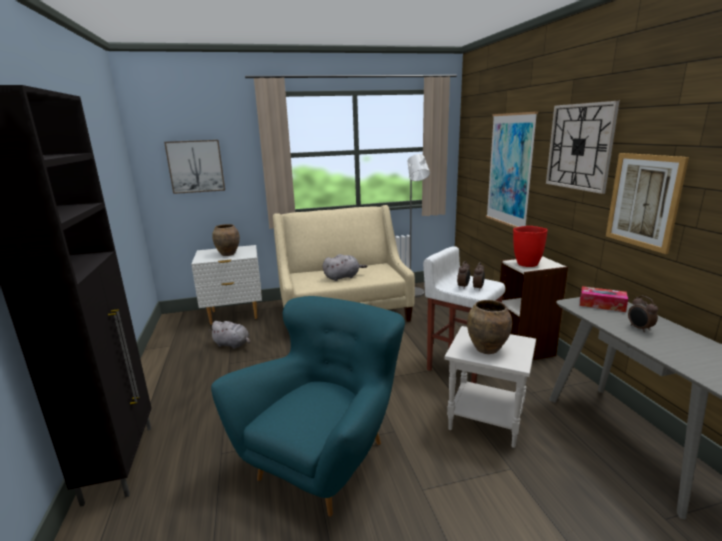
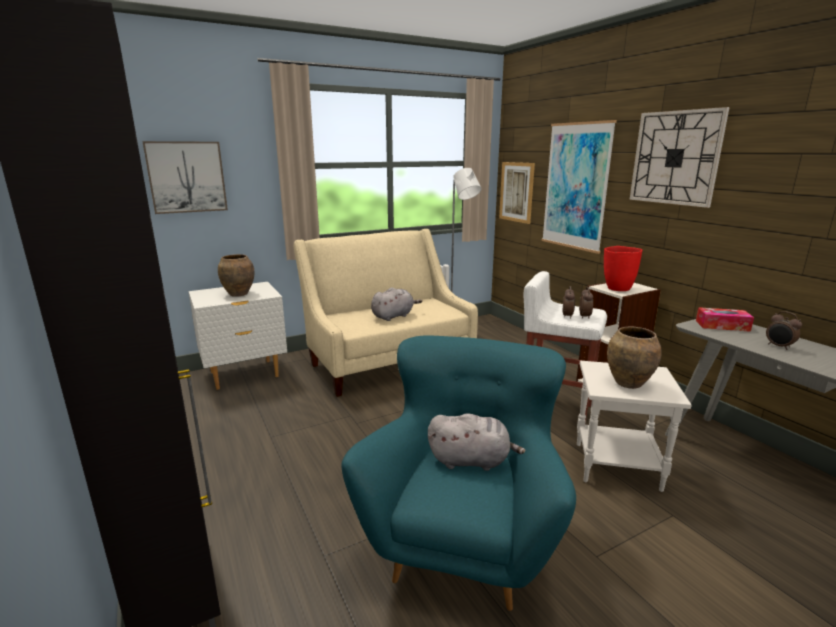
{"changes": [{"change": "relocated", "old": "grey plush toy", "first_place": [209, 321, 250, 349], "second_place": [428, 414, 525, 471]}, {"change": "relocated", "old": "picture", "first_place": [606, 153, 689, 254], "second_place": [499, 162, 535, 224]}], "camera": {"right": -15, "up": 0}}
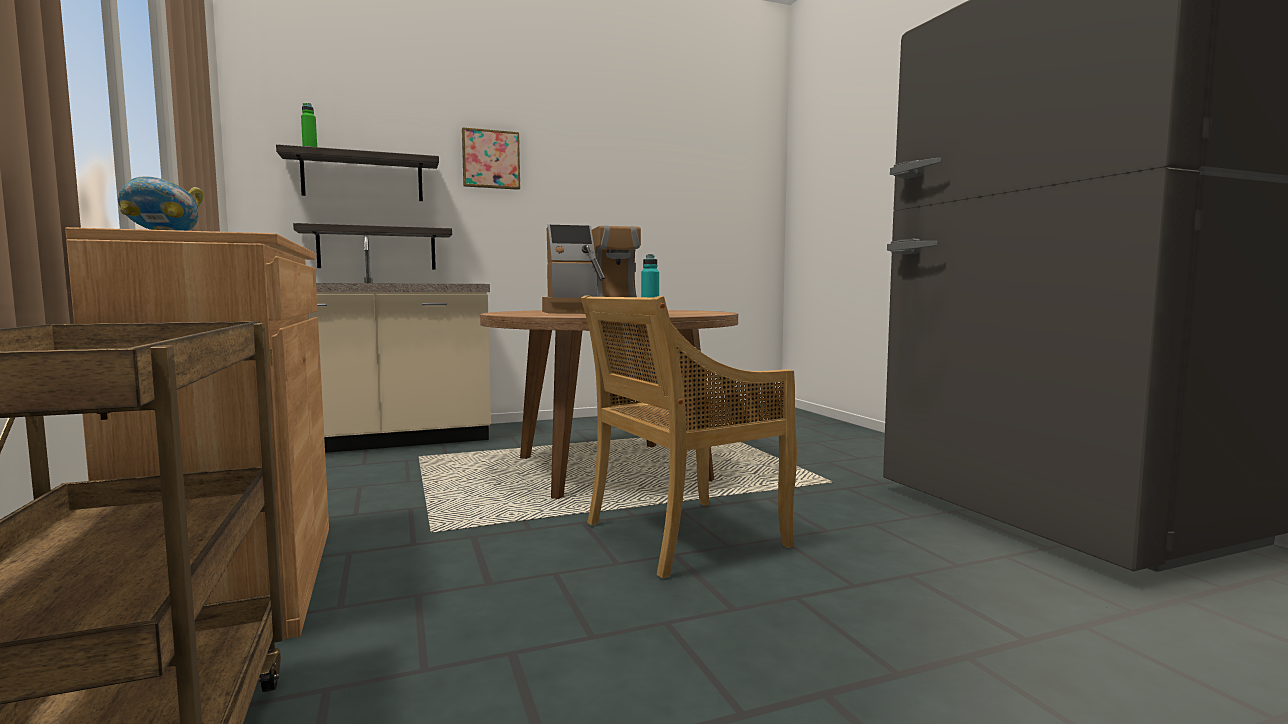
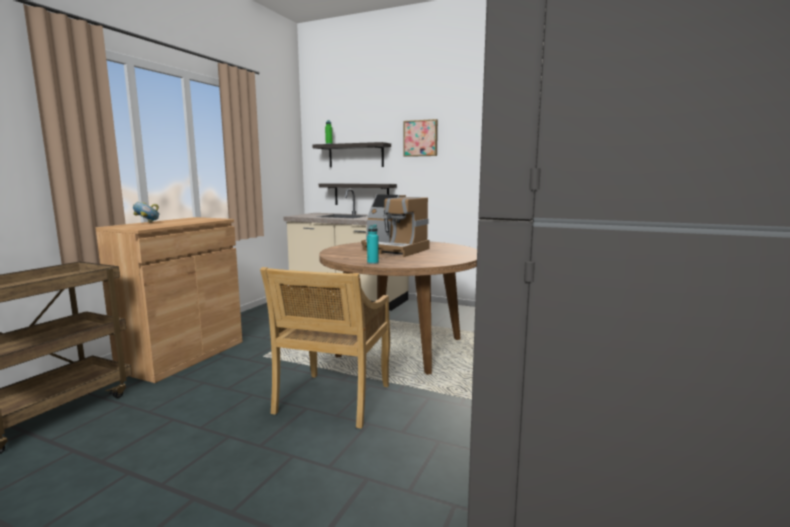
{"changes": [{"change": "spun", "old": "beige chair", "first_place": [581, 295, 797, 578], "second_place": [260, 267, 390, 429], "degrees": -90}], "camera": {"right": 45, "up": 5}}
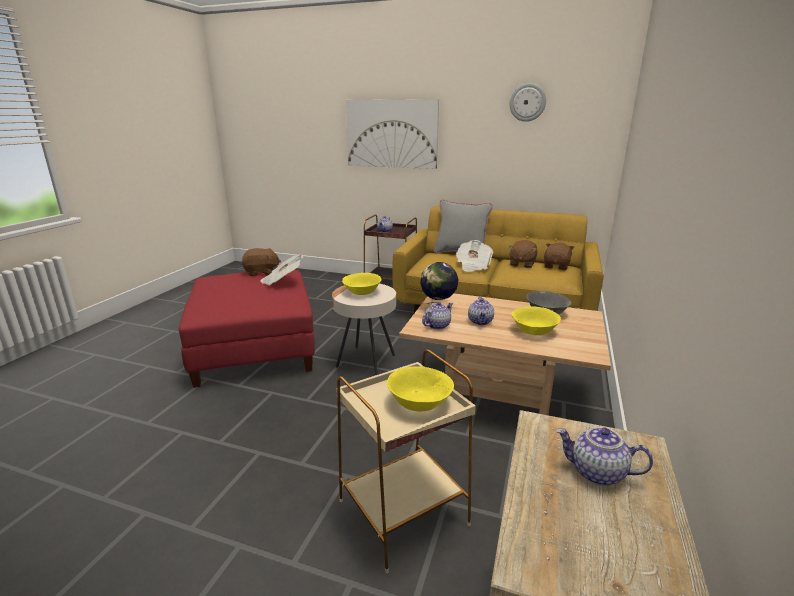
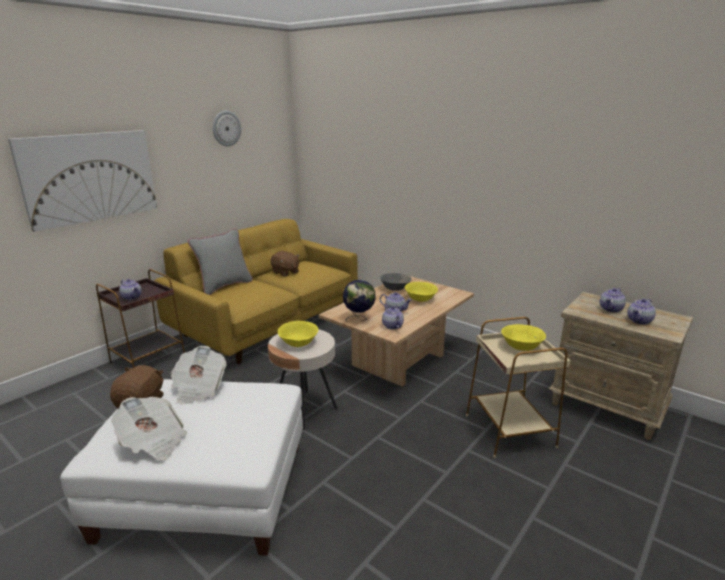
{"changes": [{"change": "colour", "old": "red ottoman", "new": "white ottoman", "first_place": [179, 270, 315, 388], "second_place": [60, 379, 303, 556]}, {"change": "relocated", "old": "newspaper", "first_place": [456, 240, 493, 272], "second_place": [111, 397, 187, 461]}, {"change": "appeared", "new": "teapot", "second_place": [627, 299, 656, 325]}, {"change": "missing", "old": "brown plush toy", "first_place": [544, 242, 575, 270]}], "camera": {"right": -70, "up": 0}}
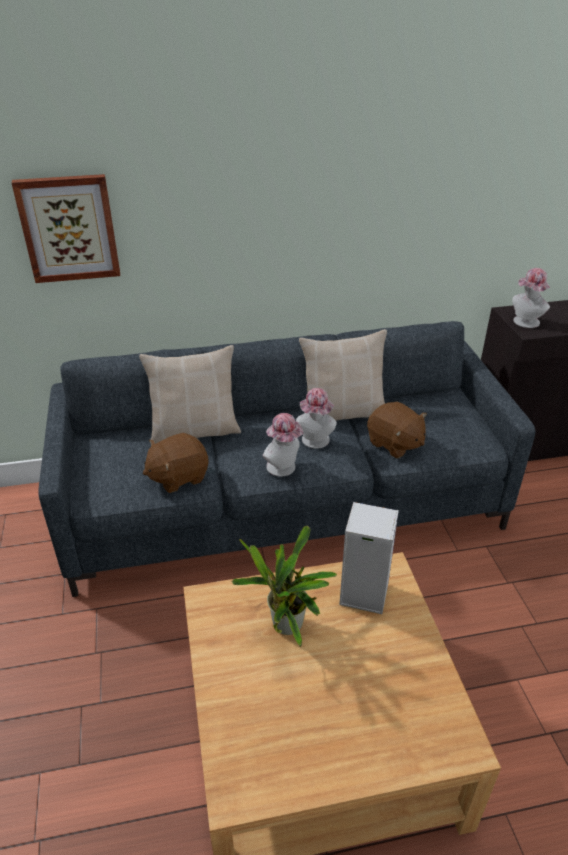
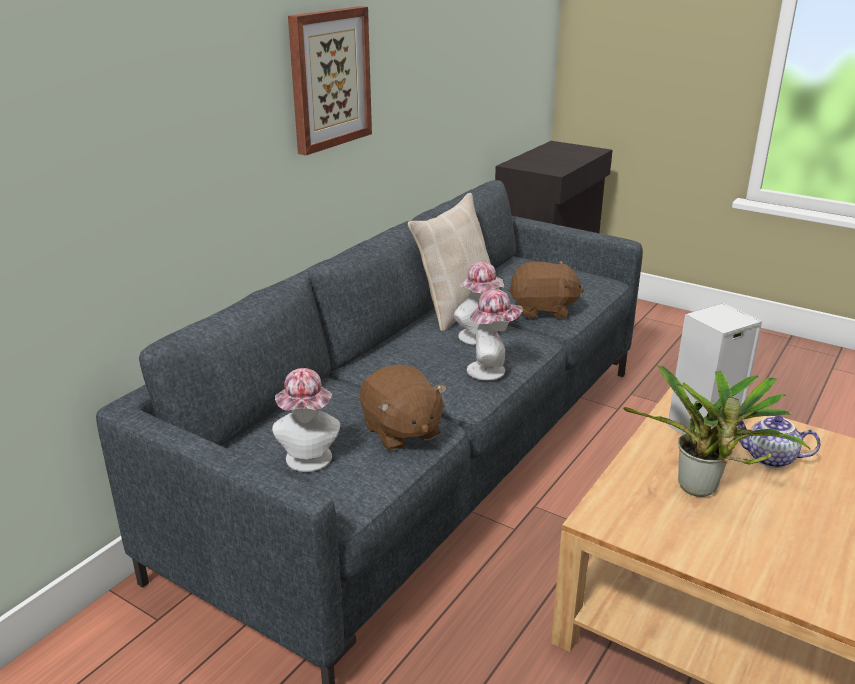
{"changes": [{"change": "relocated", "old": "hat", "first_place": [512, 268, 550, 328], "second_place": [272, 368, 340, 472]}, {"change": "relocated", "old": "picture", "first_place": [11, 174, 120, 283], "second_place": [288, 6, 372, 155]}, {"change": "spun", "old": "brown plush toy", "first_place": [143, 433, 209, 493], "second_place": [360, 365, 447, 451], "degrees": -45}, {"change": "appeared", "new": "teapot", "second_place": [738, 416, 821, 468]}, {"change": "missing", "old": "beige pillow", "first_place": [139, 345, 241, 444]}], "camera": {"right": -45, "up": -10}}
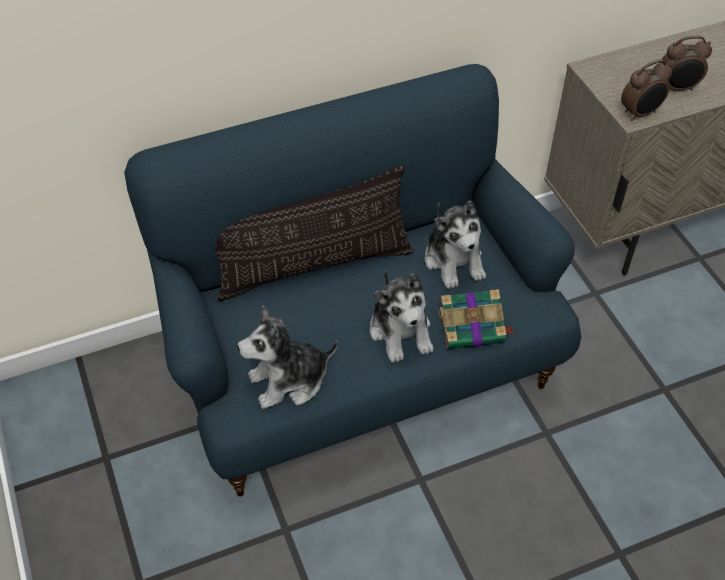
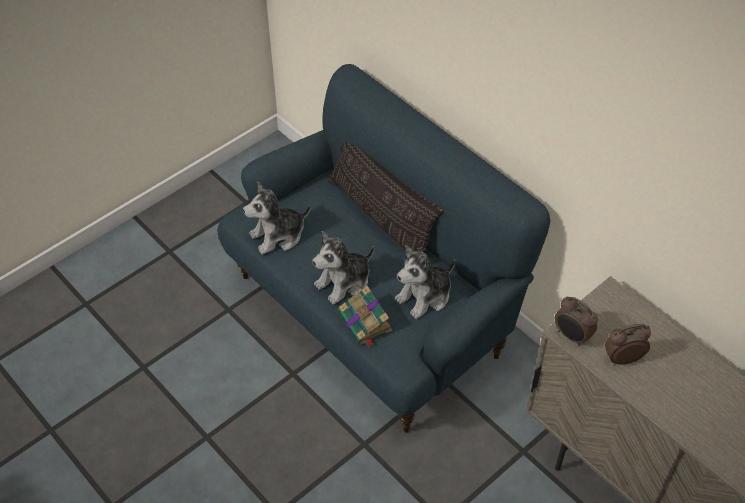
{"changes": [{"change": "spun", "old": "plush toy", "first_place": [238, 305, 338, 409], "second_place": [243, 182, 310, 255], "degrees": -75}, {"change": "spun", "old": "alarm clock", "first_place": [660, 36, 712, 91], "second_place": [605, 324, 651, 366], "degrees": 105}], "camera": {"right": 70, "up": 0}}
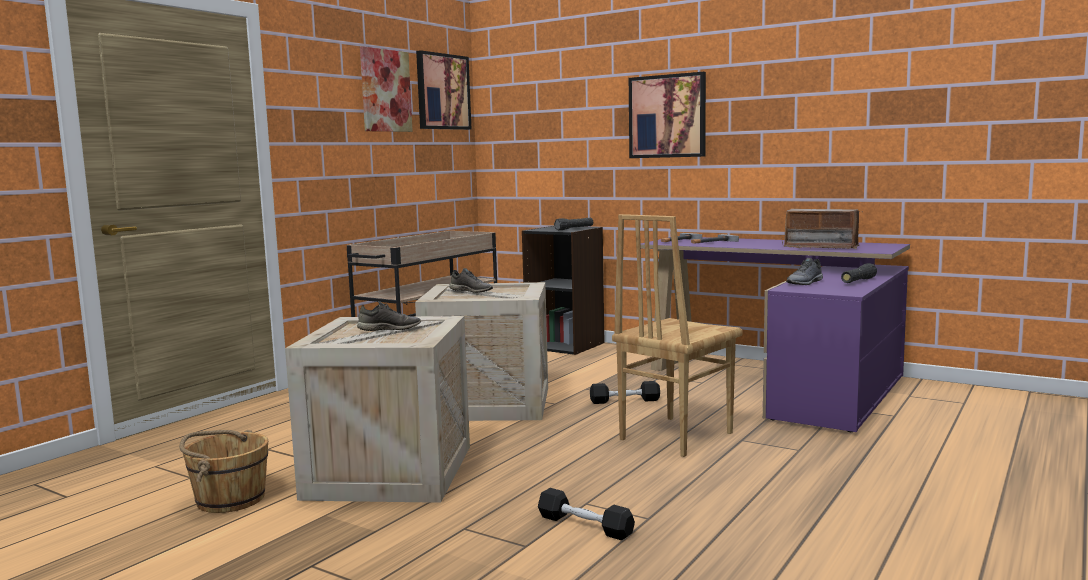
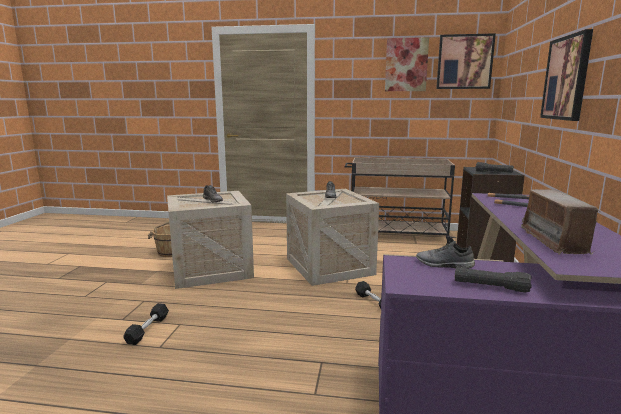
{"changes": [{"change": "missing", "old": "brown chair", "first_place": [612, 214, 743, 457]}], "camera": {"right": 65, "up": 5}}
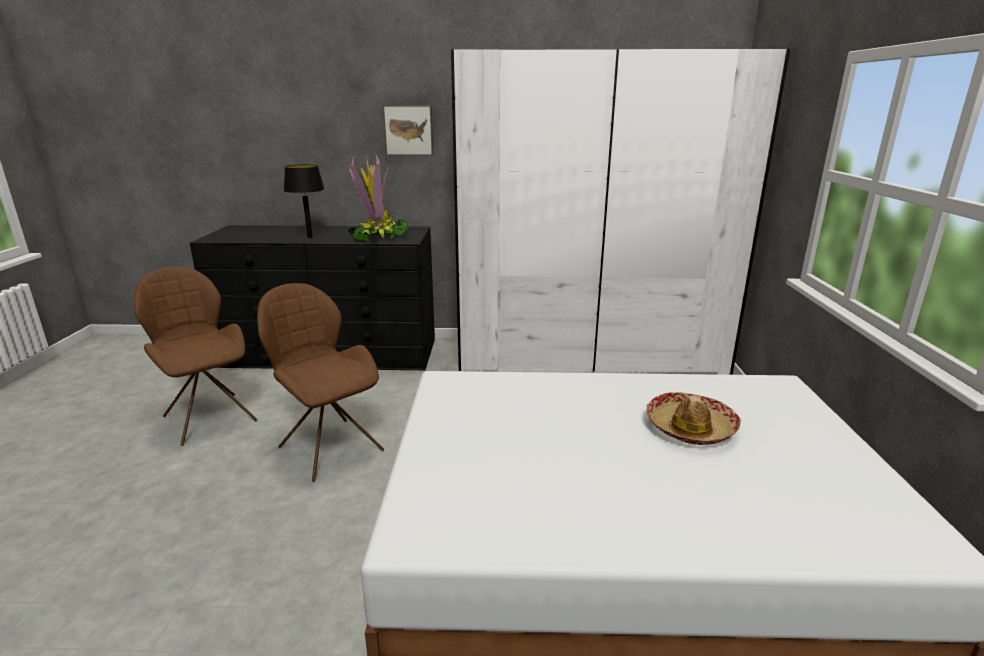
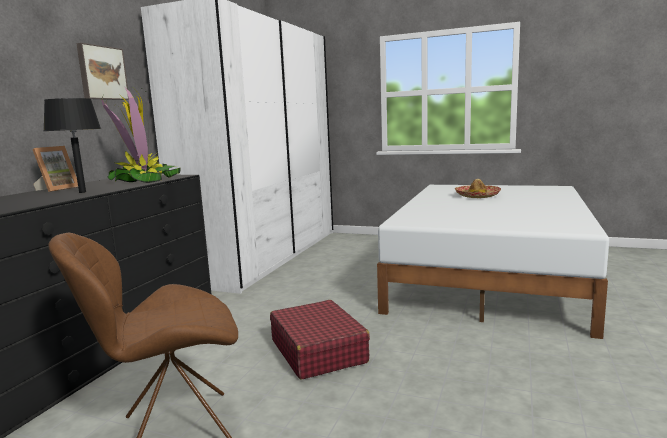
{"changes": [{"change": "appeared", "new": "picture frame", "second_place": [32, 146, 78, 192]}, {"change": "exchanged", "old": "brown chair", "new": "red suitcase", "first_place": [257, 283, 384, 482], "second_place": [270, 300, 370, 379]}], "camera": {"right": -70, "up": -10}}
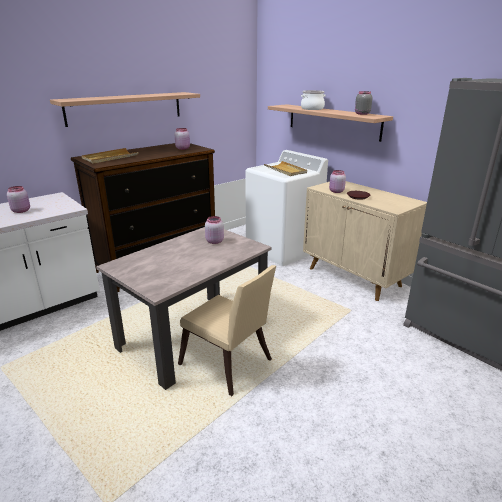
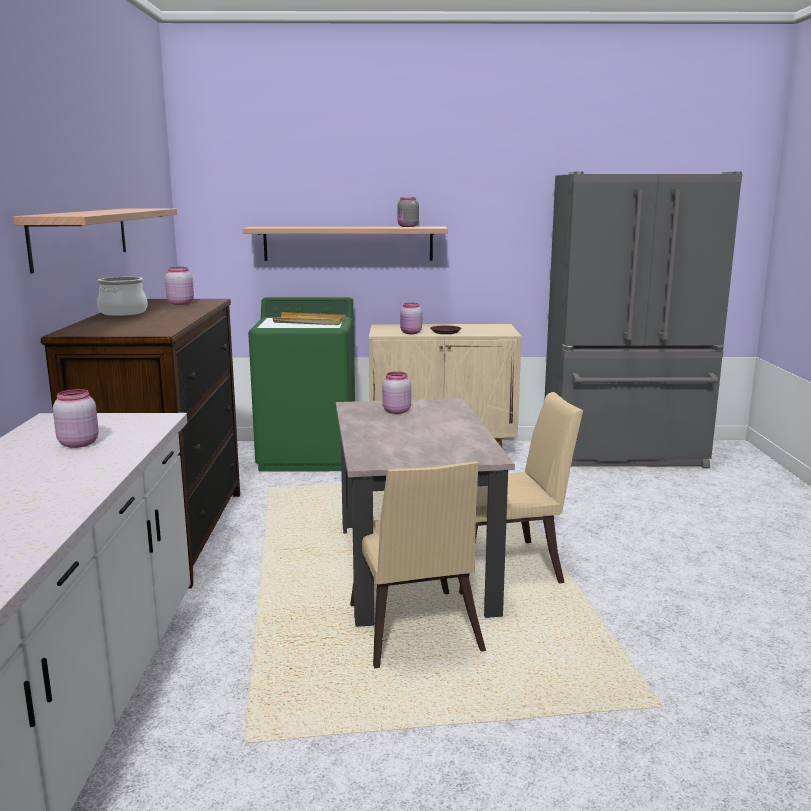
{"changes": [{"change": "relocated", "old": "cooking pot", "first_place": [301, 90, 326, 110], "second_place": [97, 277, 148, 316]}, {"change": "colour", "old": "white washing machine", "new": "green washing machine", "first_place": [246, 150, 328, 266], "second_place": [248, 297, 355, 472]}, {"change": "appeared", "new": "beige chair", "second_place": [350, 461, 486, 668]}, {"change": "missing", "old": "beige tray", "first_place": [81, 148, 139, 164]}], "camera": {"right": -50, "up": -10}}
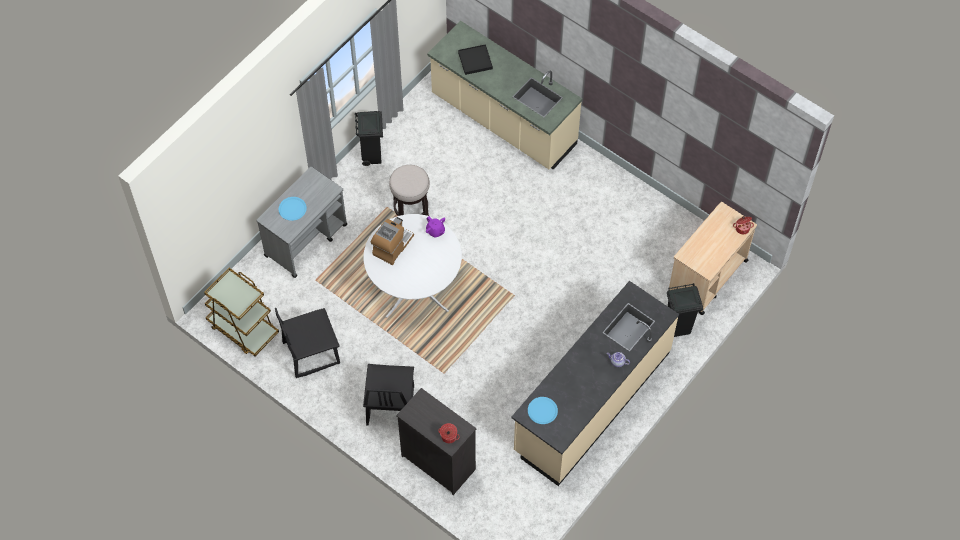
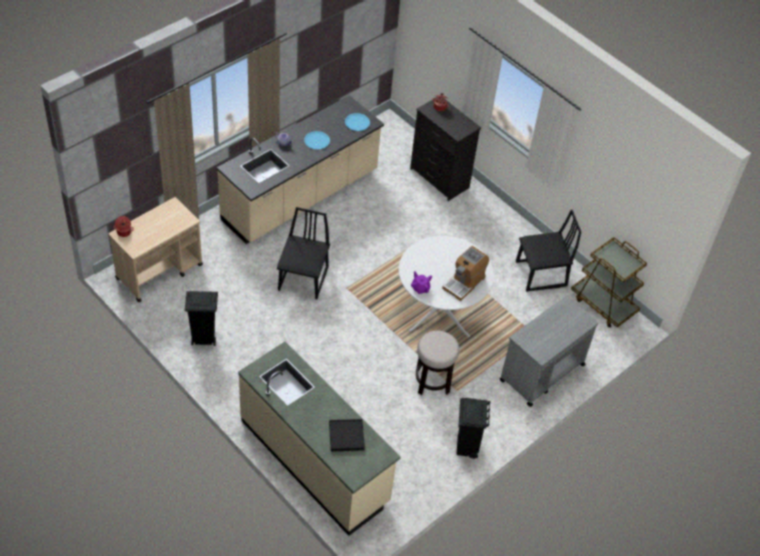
{"changes": [{"change": "relocated", "old": "black trash can", "first_place": [667, 283, 703, 337], "second_place": [185, 291, 218, 346]}, {"change": "relocated", "old": "black chair", "first_place": [363, 364, 414, 425], "second_place": [277, 207, 330, 299]}, {"change": "relocated", "old": "blue plate", "first_place": [279, 197, 307, 221], "second_place": [304, 131, 330, 149]}], "camera": {"right": -175, "up": -10}}
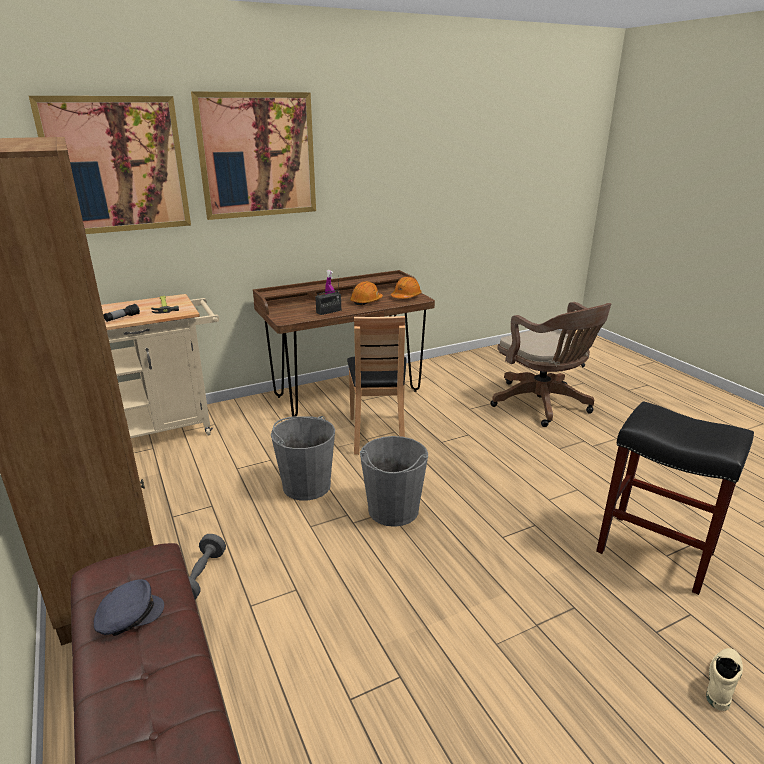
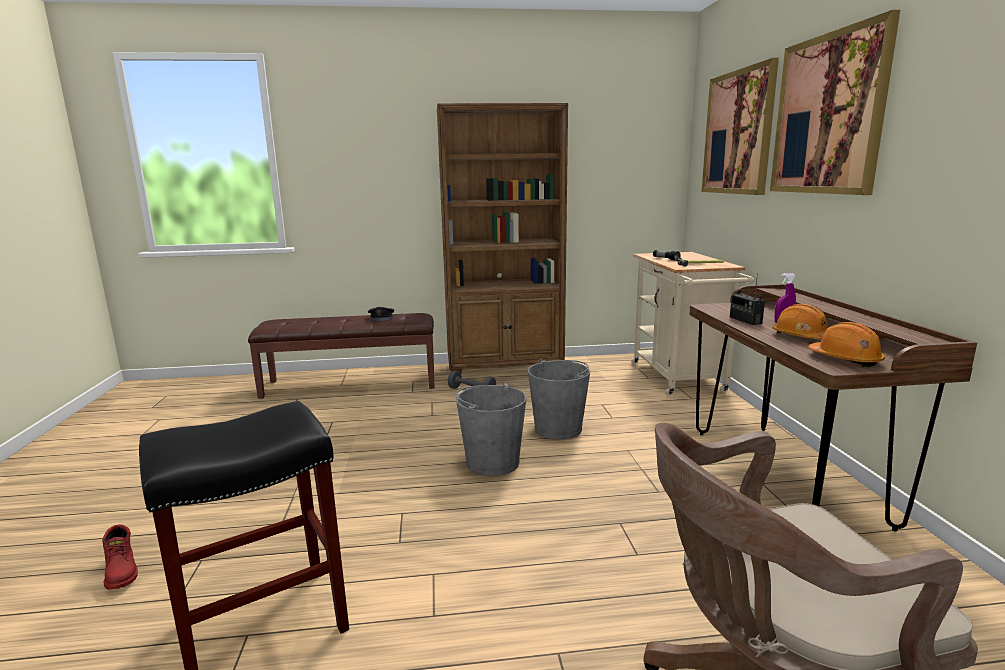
{"changes": [{"change": "colour", "old": "beige boot", "new": "red boot", "first_place": [706, 648, 743, 711], "second_place": [102, 525, 138, 590]}, {"change": "missing", "old": "brown chair", "first_place": [347, 316, 407, 455]}], "camera": {"right": 110, "up": -10}}
